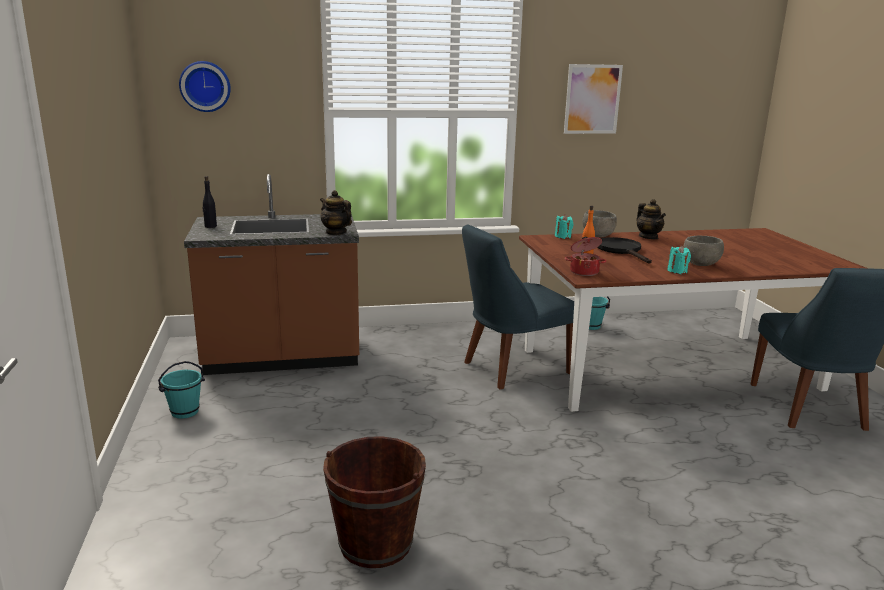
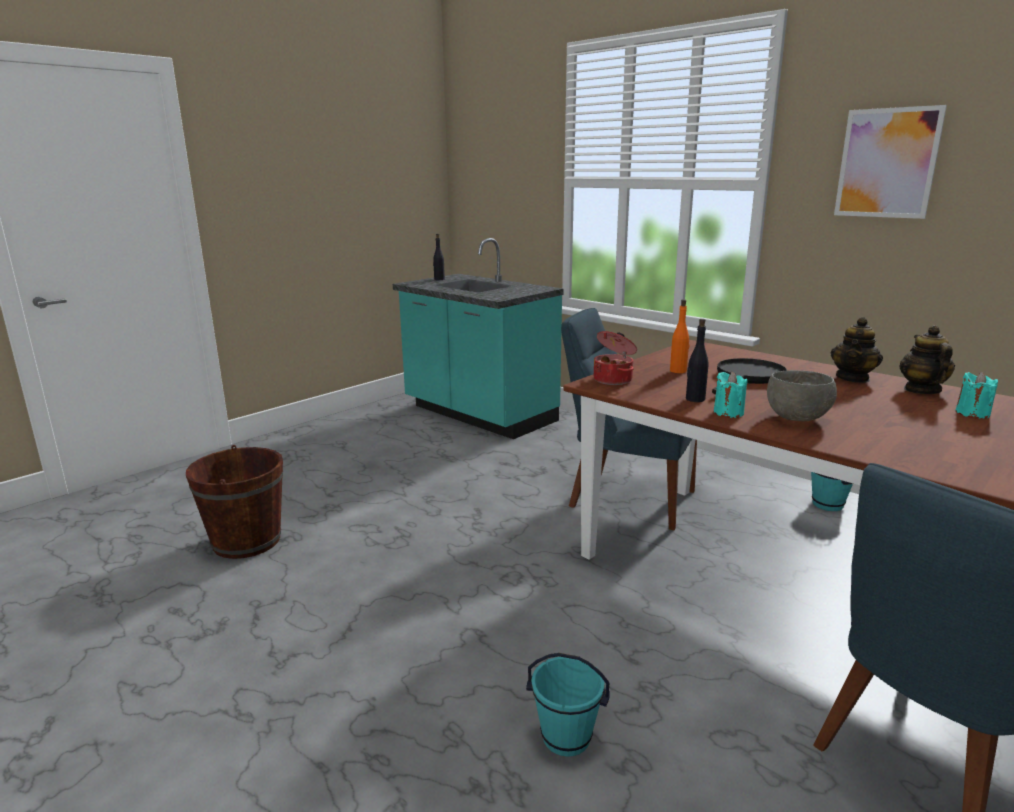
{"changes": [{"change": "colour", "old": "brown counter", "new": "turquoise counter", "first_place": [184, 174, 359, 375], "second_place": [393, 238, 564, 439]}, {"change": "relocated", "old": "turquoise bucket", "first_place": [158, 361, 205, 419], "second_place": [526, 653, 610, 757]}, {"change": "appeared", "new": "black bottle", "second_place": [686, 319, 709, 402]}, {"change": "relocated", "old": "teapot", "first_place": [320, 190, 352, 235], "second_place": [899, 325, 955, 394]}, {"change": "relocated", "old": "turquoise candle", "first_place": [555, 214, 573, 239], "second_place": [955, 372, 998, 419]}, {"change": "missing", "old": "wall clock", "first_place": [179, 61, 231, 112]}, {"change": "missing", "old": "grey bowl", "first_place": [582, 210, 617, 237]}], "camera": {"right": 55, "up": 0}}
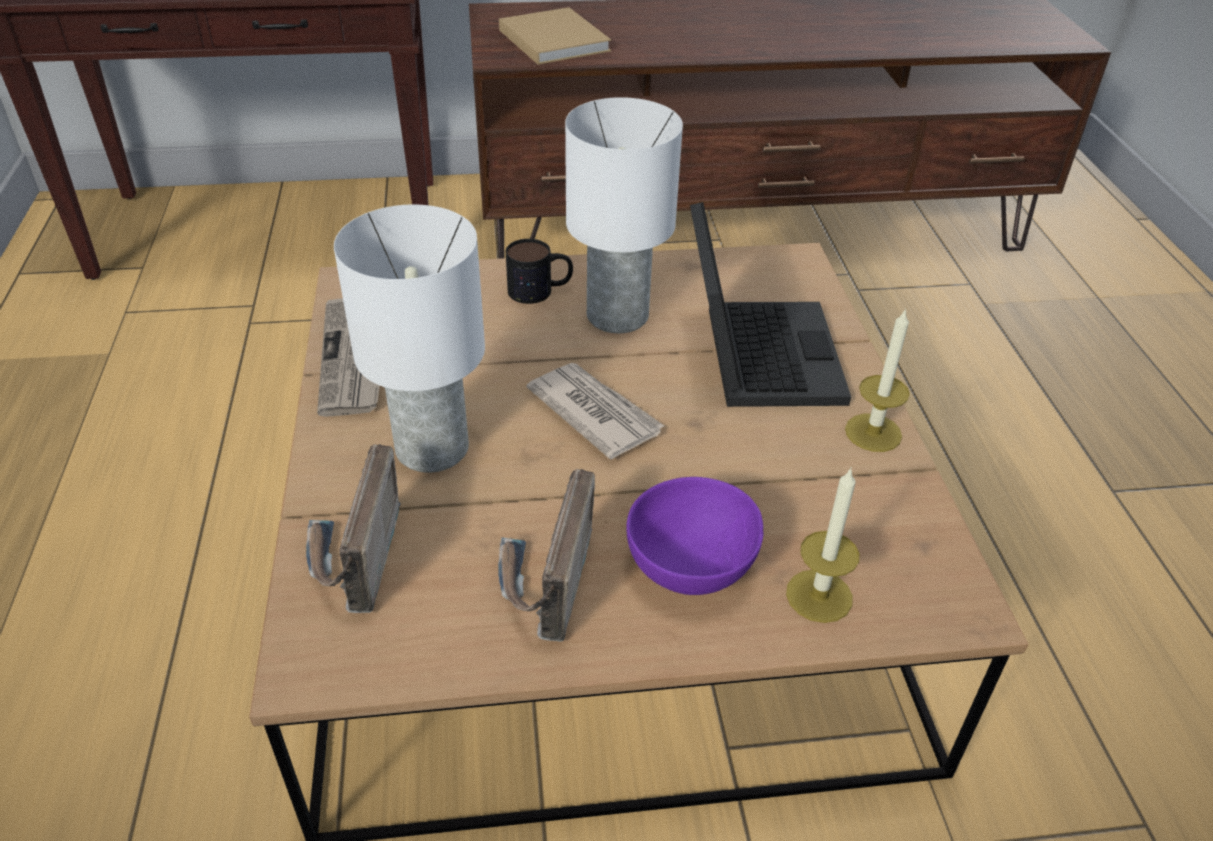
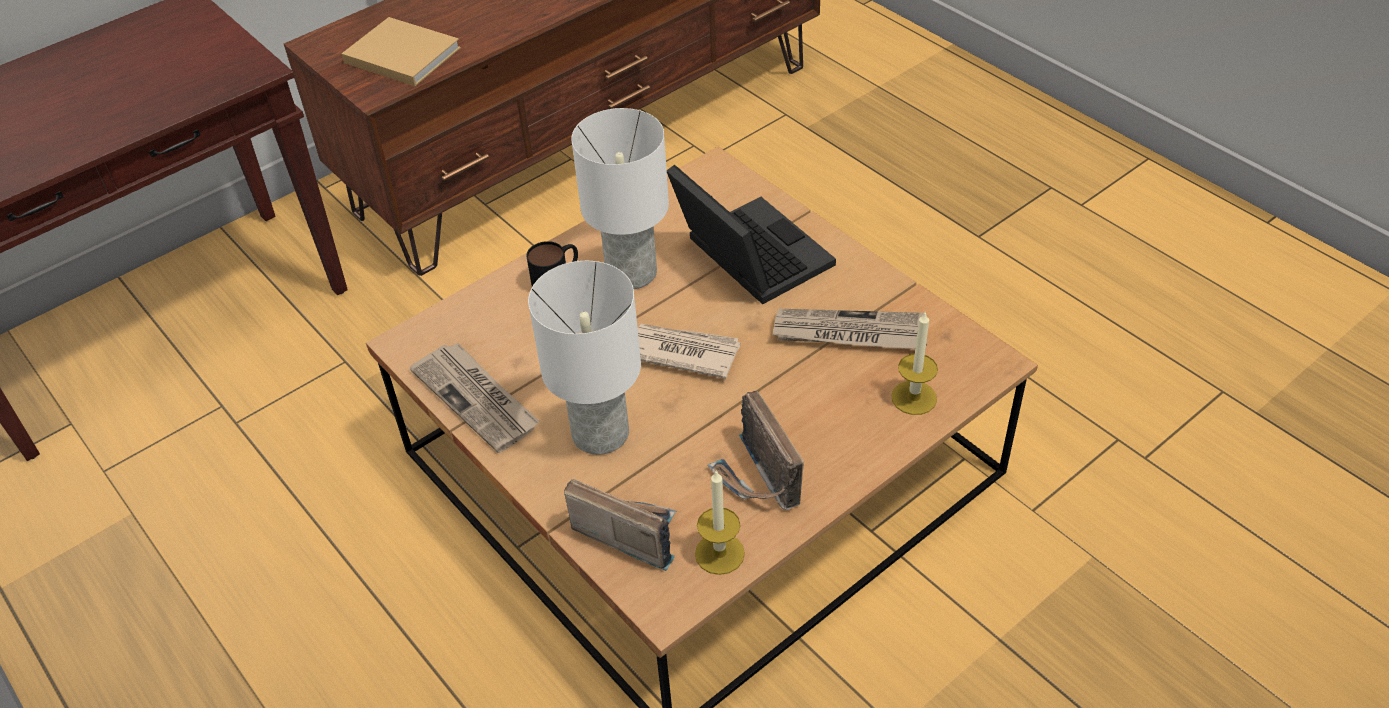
{"changes": [{"change": "spun", "old": "radio", "first_place": [306, 444, 401, 613], "second_place": [564, 479, 676, 571], "degrees": 150}, {"change": "relocated", "old": "candle", "first_place": [845, 308, 910, 452], "second_place": [695, 470, 745, 575]}, {"change": "appeared", "new": "newspaper", "second_place": [772, 309, 927, 349]}, {"change": "missing", "old": "purple bowl", "first_place": [626, 477, 763, 595]}], "camera": {"right": -30, "up": 5}}
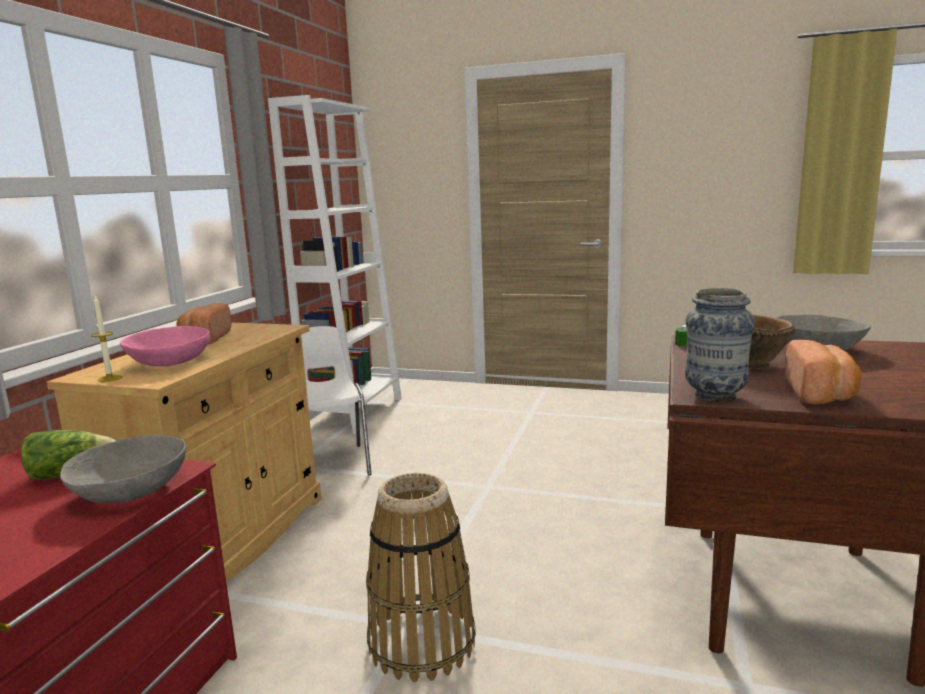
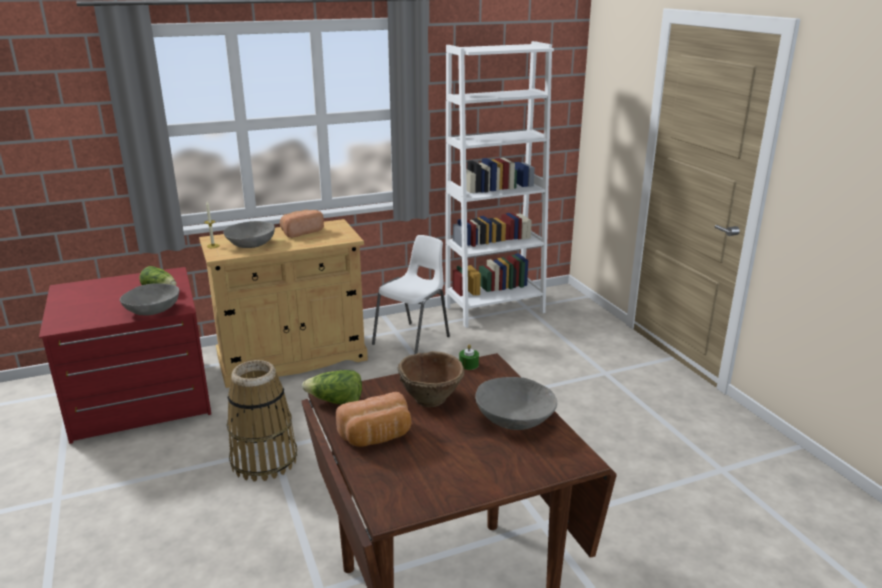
{"changes": [{"change": "colour", "old": "pink bowl", "new": "grey bowl", "first_place": [120, 326, 210, 366], "second_place": [223, 221, 275, 248]}, {"change": "exchanged", "old": "vase", "new": "lettuce", "first_place": [685, 288, 755, 402], "second_place": [302, 370, 362, 405]}], "camera": {"right": 50, "up": 10}}
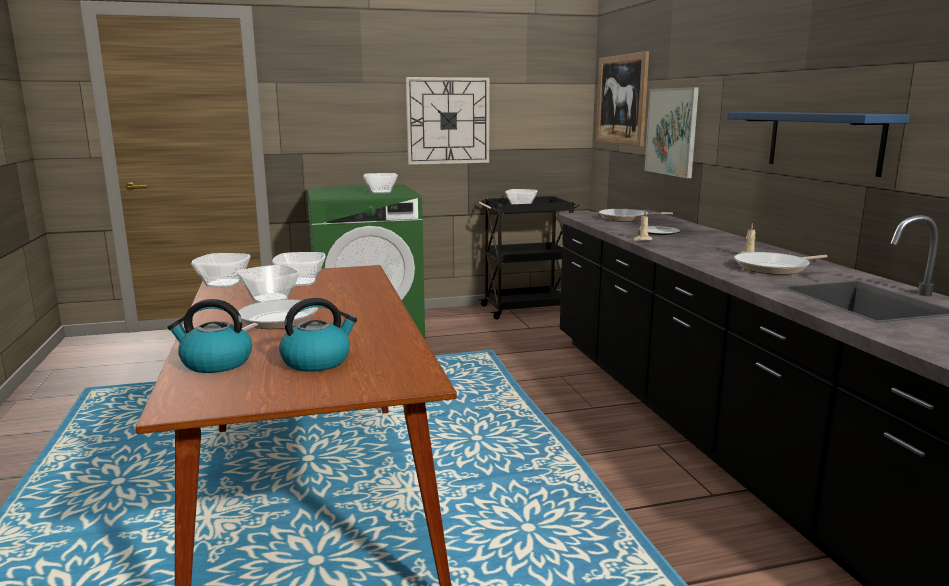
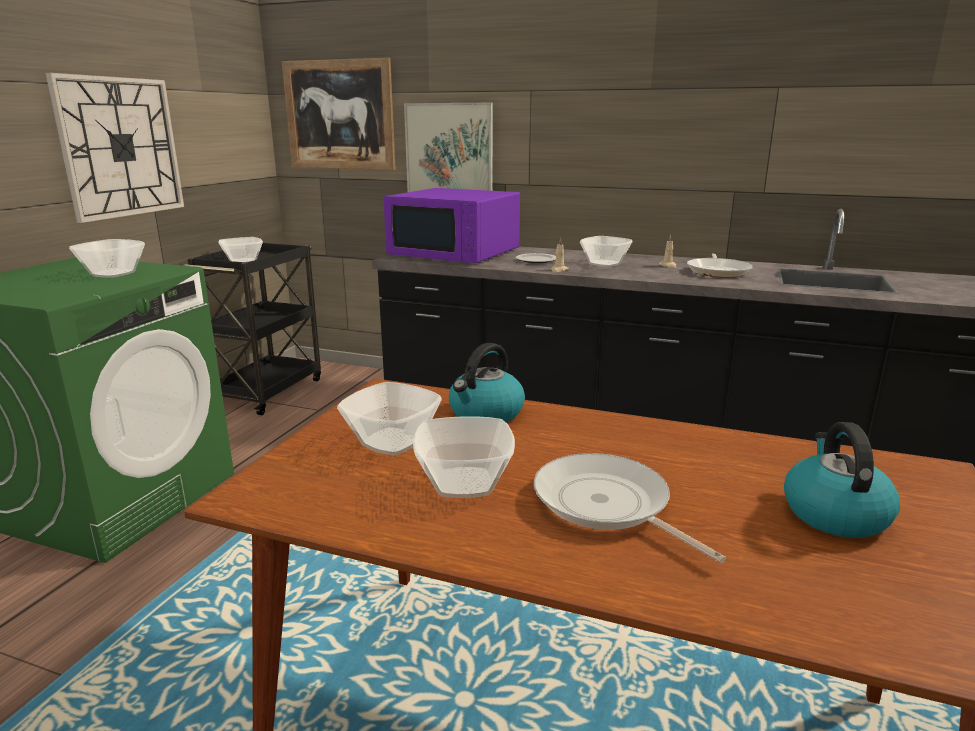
{"changes": [{"change": "exchanged", "old": "frying pan", "new": "purple microwave", "first_place": [599, 209, 673, 222], "second_place": [383, 188, 520, 263]}, {"change": "relocated", "old": "kettle", "first_place": [167, 299, 252, 373], "second_place": [449, 343, 525, 422]}, {"change": "relocated", "old": "bowl", "first_place": [191, 253, 250, 287], "second_place": [580, 236, 633, 267]}, {"change": "missing", "old": "blue shelf", "first_place": [727, 112, 910, 177]}], "camera": {"right": -55, "up": 5}}
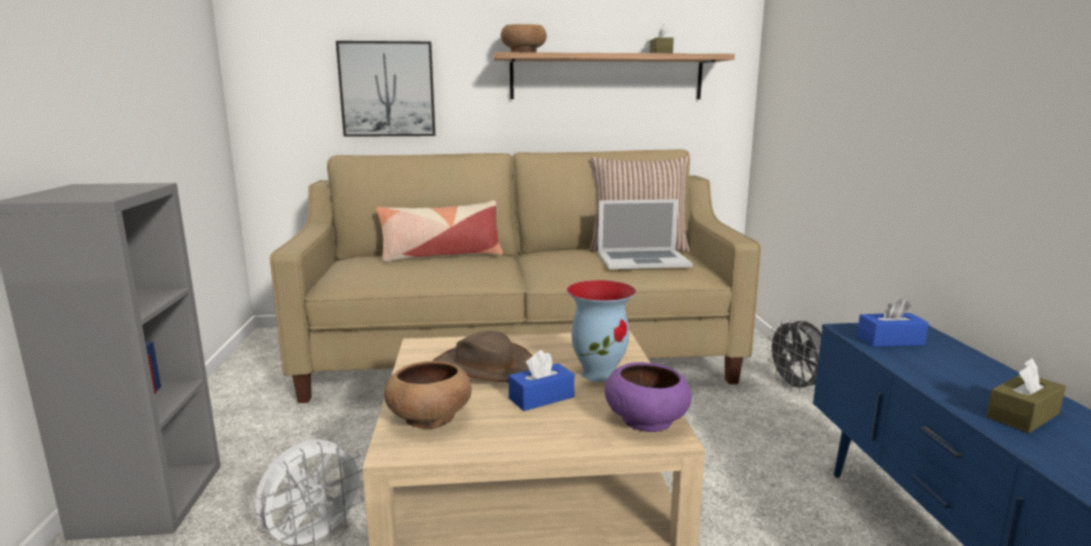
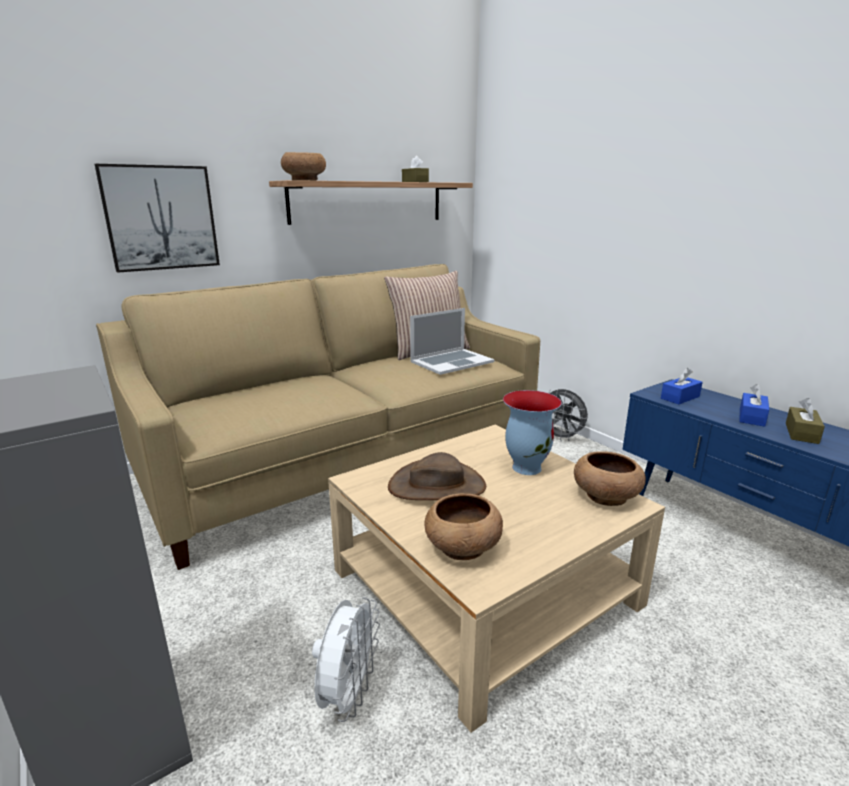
{"changes": [{"change": "colour", "old": "purple bowl", "new": "brown bowl", "first_place": [604, 362, 692, 432], "second_place": [574, 451, 646, 506]}, {"change": "relocated", "old": "blue tissue box", "first_place": [508, 350, 575, 411], "second_place": [740, 384, 769, 427]}, {"change": "missing", "old": "pillow", "first_place": [376, 201, 503, 262]}], "camera": {"right": -30, "up": 5}}
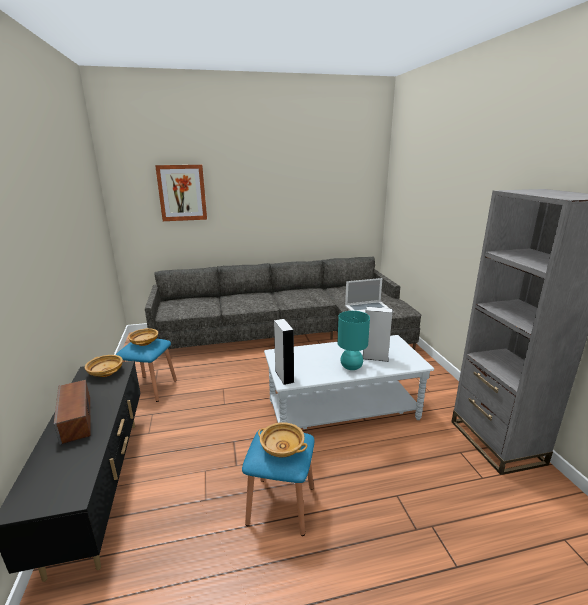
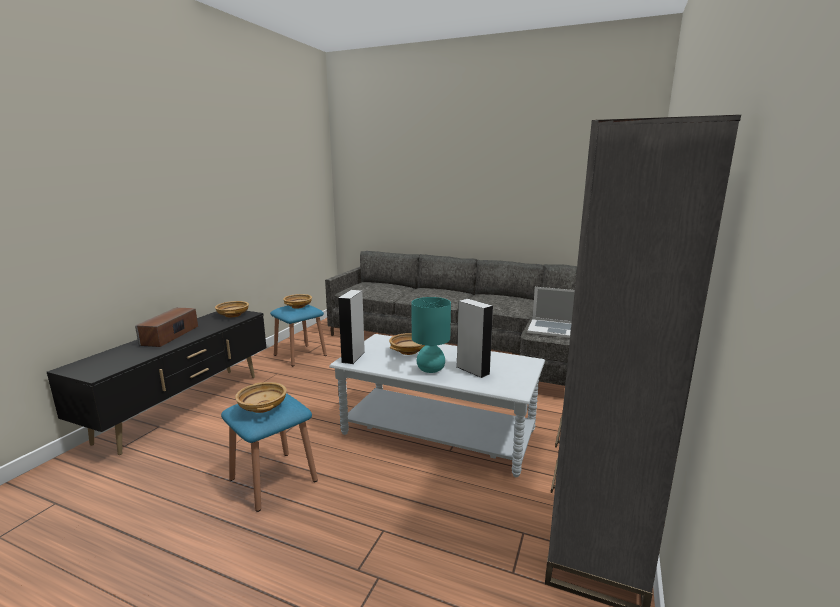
{"changes": [{"change": "appeared", "new": "beige bowl", "second_place": [389, 333, 425, 355]}, {"change": "missing", "old": "picture", "first_place": [155, 165, 207, 221]}], "camera": {"right": 35, "up": -5}}
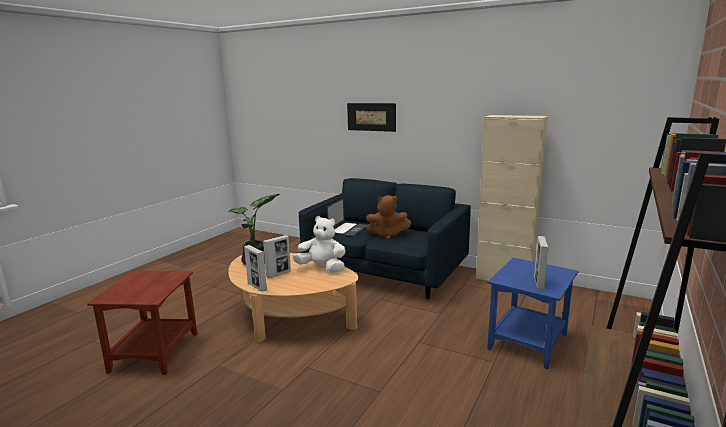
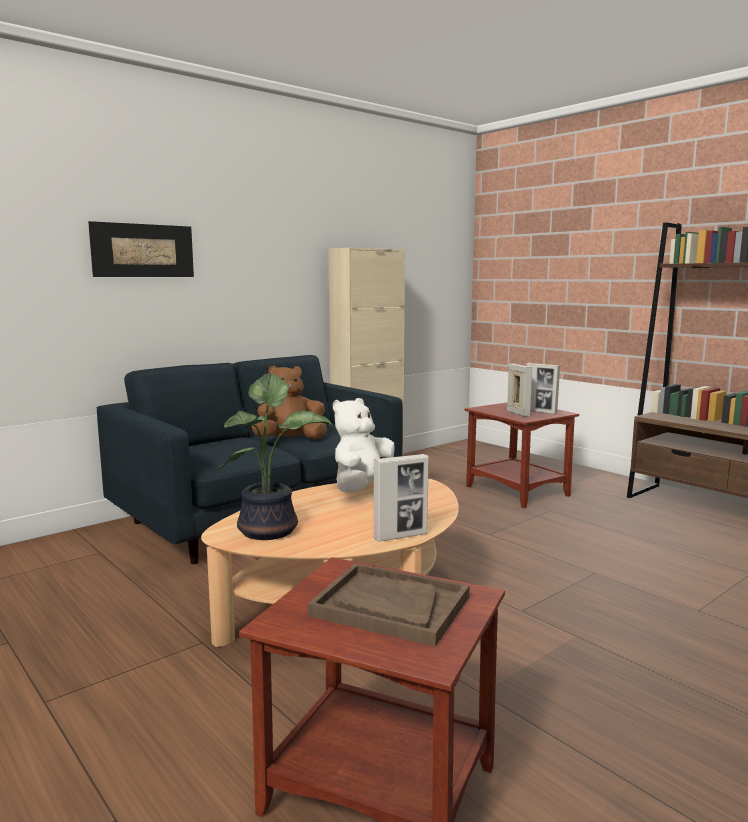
{"changes": [{"change": "spun", "old": "brown plush toy", "first_place": [366, 195, 412, 240], "second_place": [252, 366, 327, 439], "degrees": -135}, {"change": "appeared", "new": "brown tray", "second_place": [307, 563, 470, 647]}, {"change": "colour", "old": "blue side table", "new": "brown side table", "first_place": [487, 258, 578, 369], "second_place": [465, 403, 579, 508]}, {"change": "relocated", "old": "picture frame", "first_place": [263, 235, 291, 278], "second_place": [507, 363, 532, 417]}, {"change": "missing", "old": "laptop", "first_place": [327, 198, 368, 236]}], "camera": {"right": -70, "up": -5}}
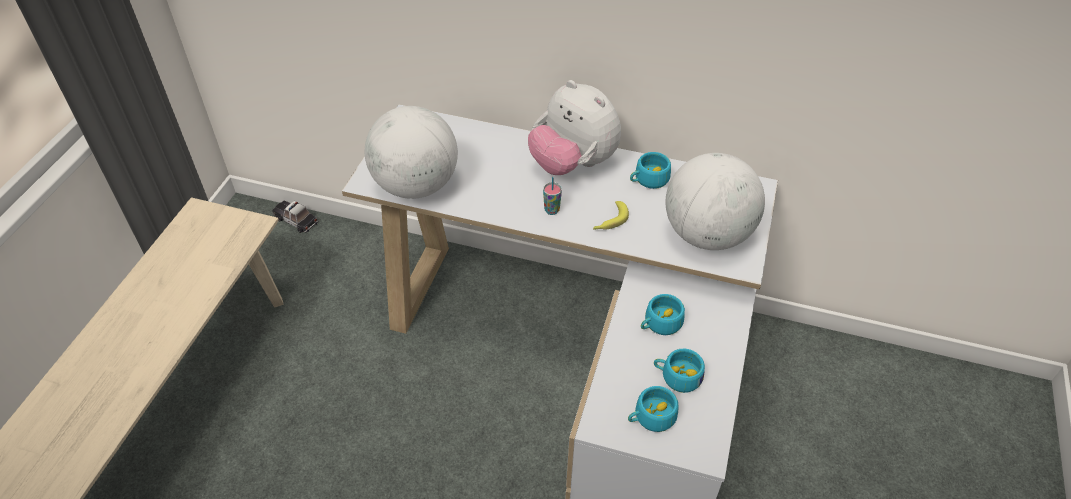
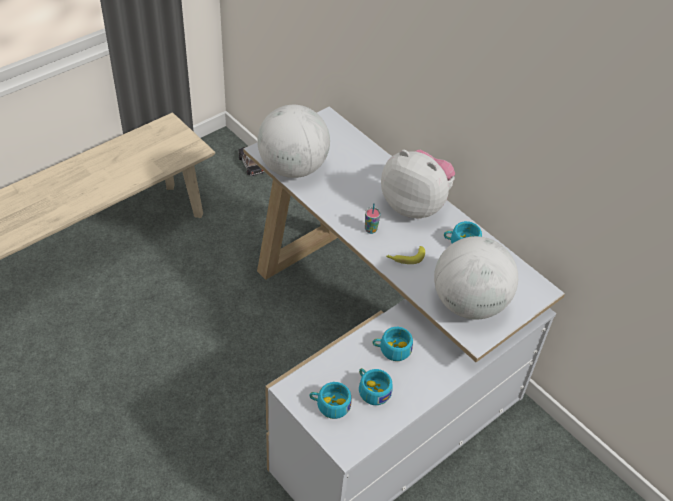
{"changes": [{"change": "spun", "old": "plush toy", "first_place": [528, 80, 621, 175], "second_place": [381, 150, 455, 219], "degrees": 135}], "camera": {"right": 30, "up": 0}}
